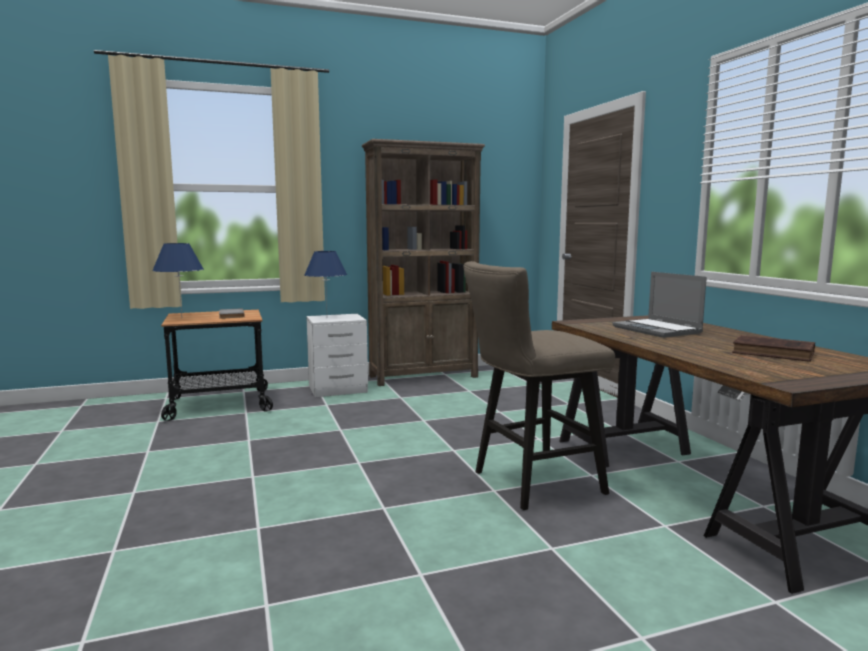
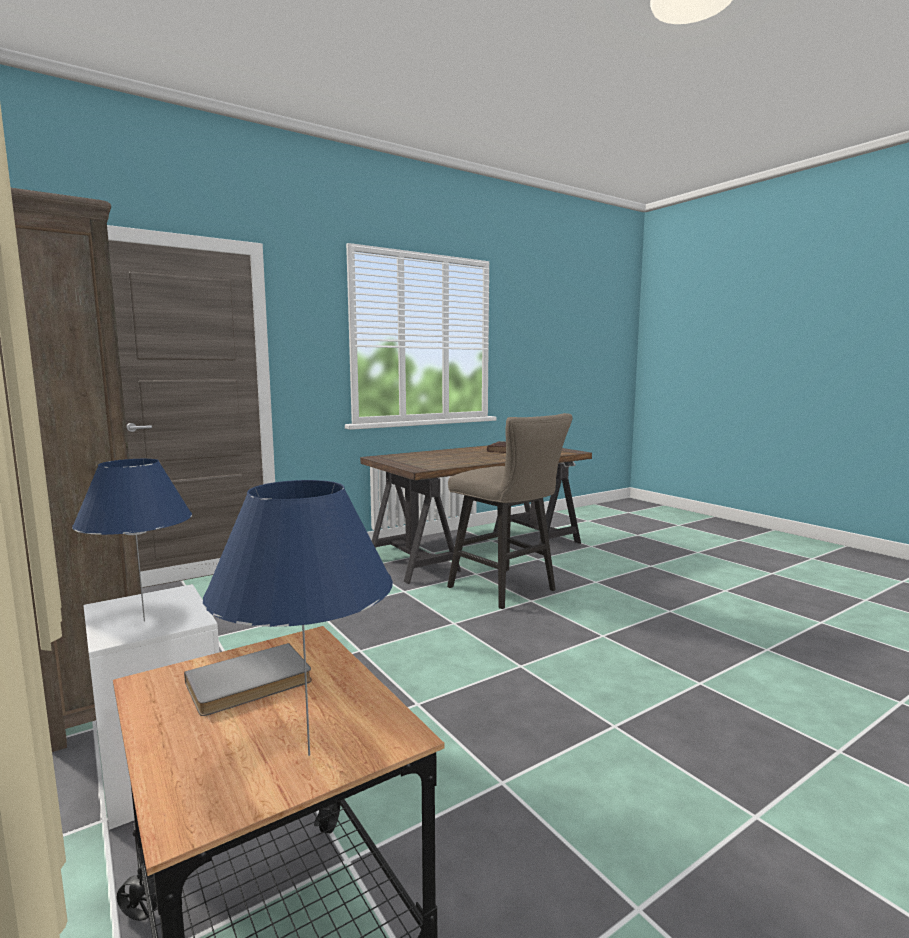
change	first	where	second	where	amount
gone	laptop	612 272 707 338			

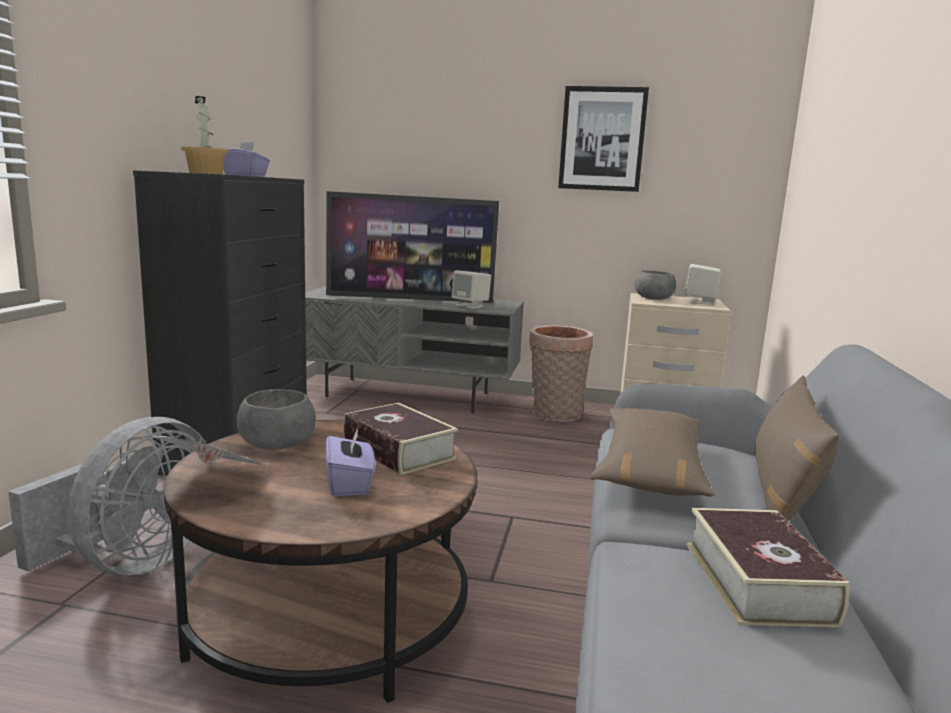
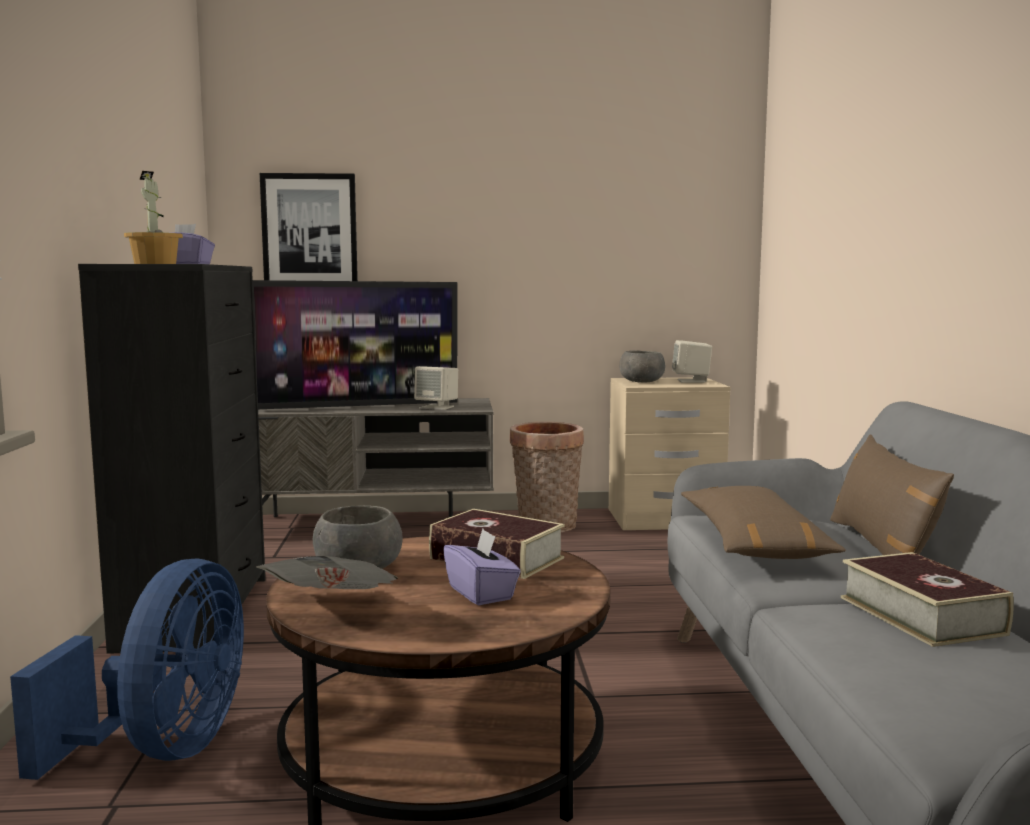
change	first	where	second	where	amount
repainted	grey fan	8 417 207 575	blue fan	10 558 244 780	
shifted	picture	558 86 649 192		260 173 358 281	

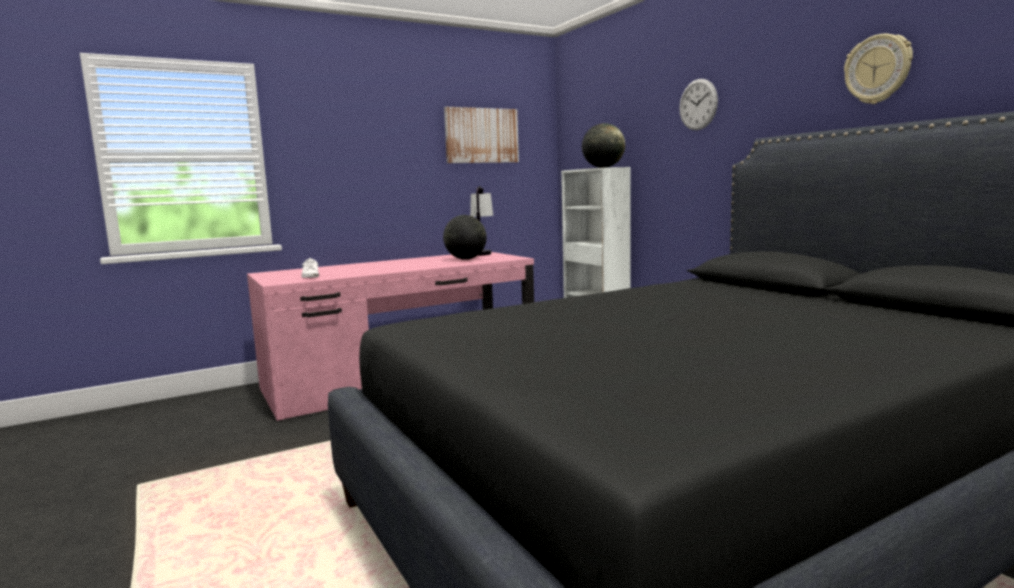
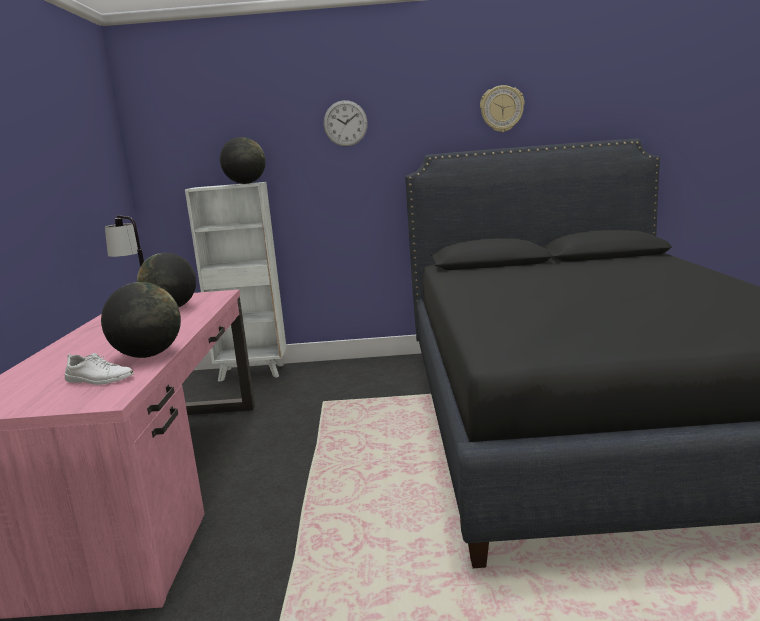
change	first	where	second	where	amount
new			globe	101 282 181 358	
gone	picture	444 107 519 163			

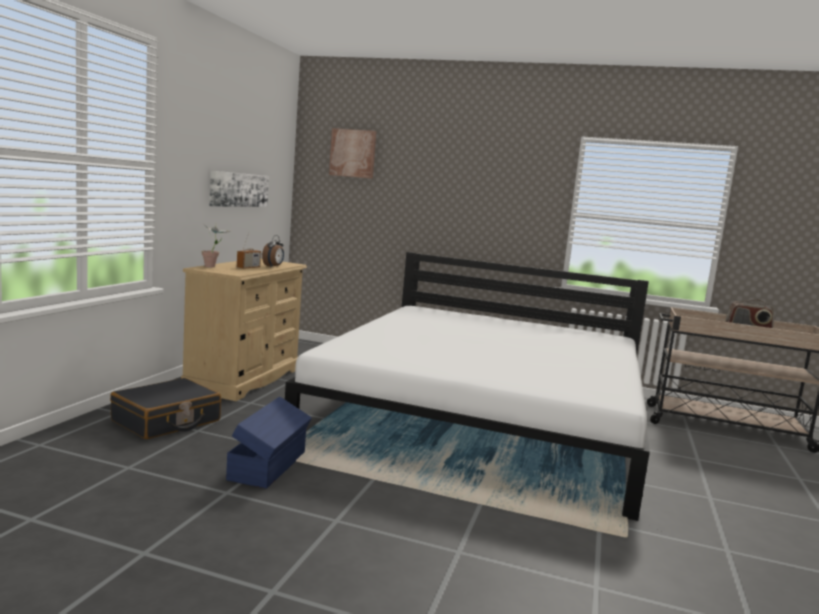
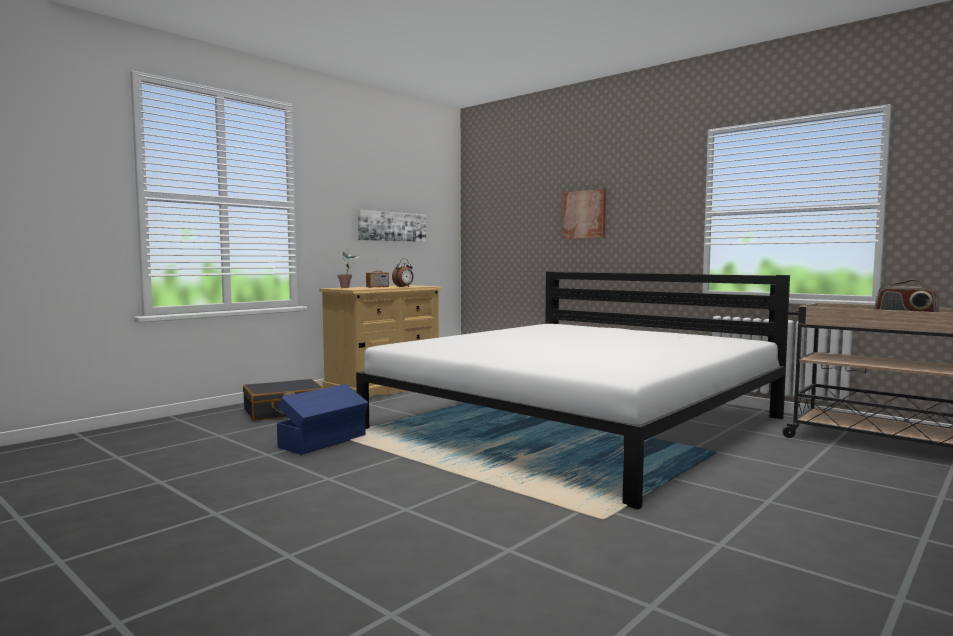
change	first	where	second	where	amount
shifted	picture	329 128 376 179		562 189 606 239	

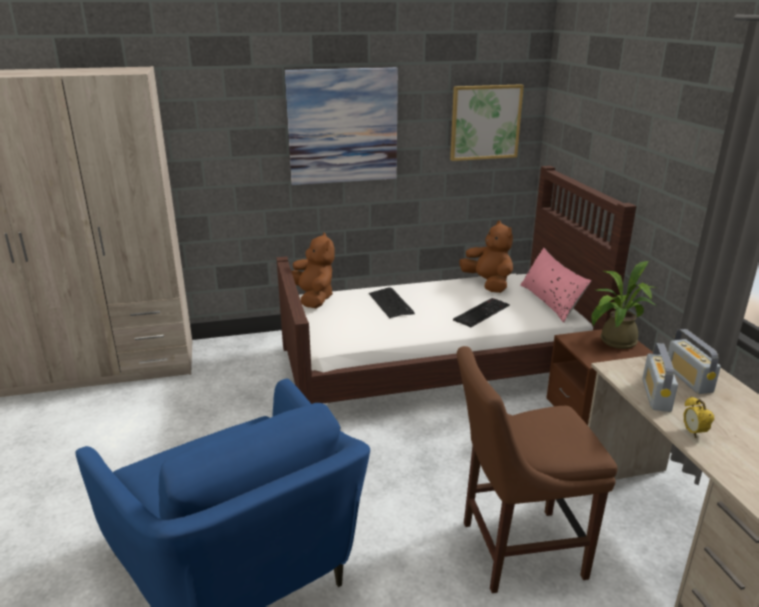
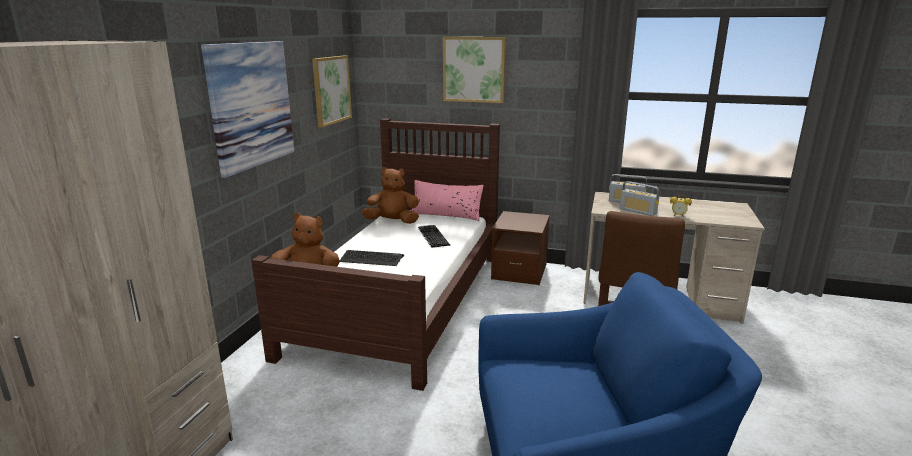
change	first	where	second	where	amount
new			picture	443 37 506 103	
gone	potted plant	591 261 656 349			

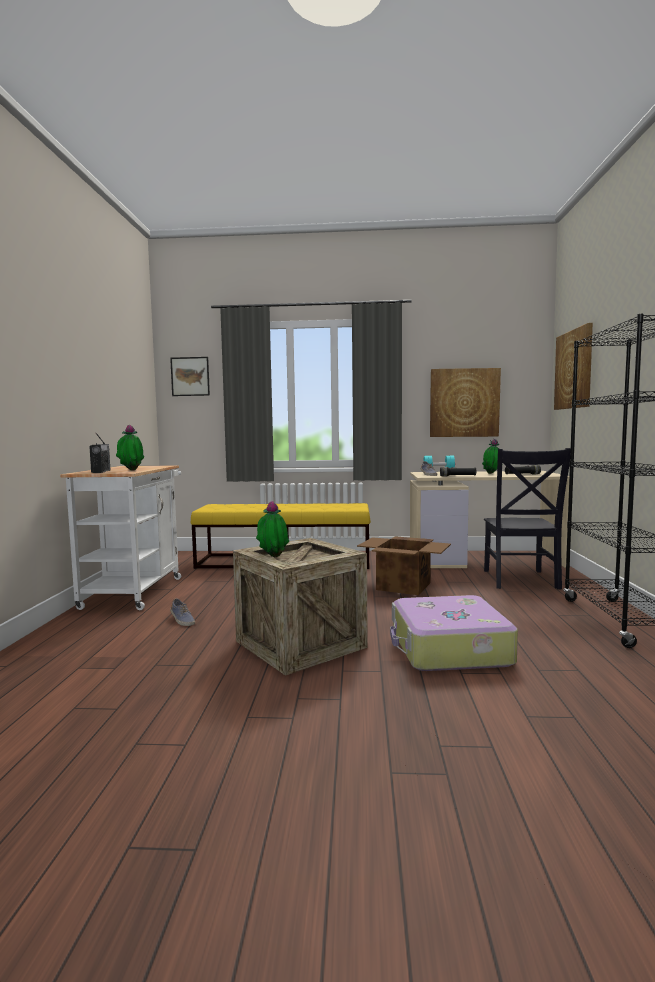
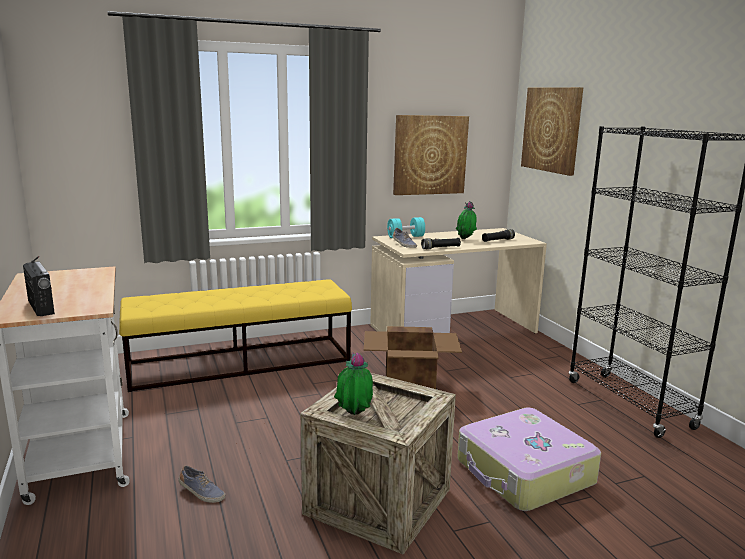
change	first	where	second	where	amount
gone	potted plant	116 425 144 471			
gone	picture	170 357 210 396			
gone	black chair	484 448 571 590			

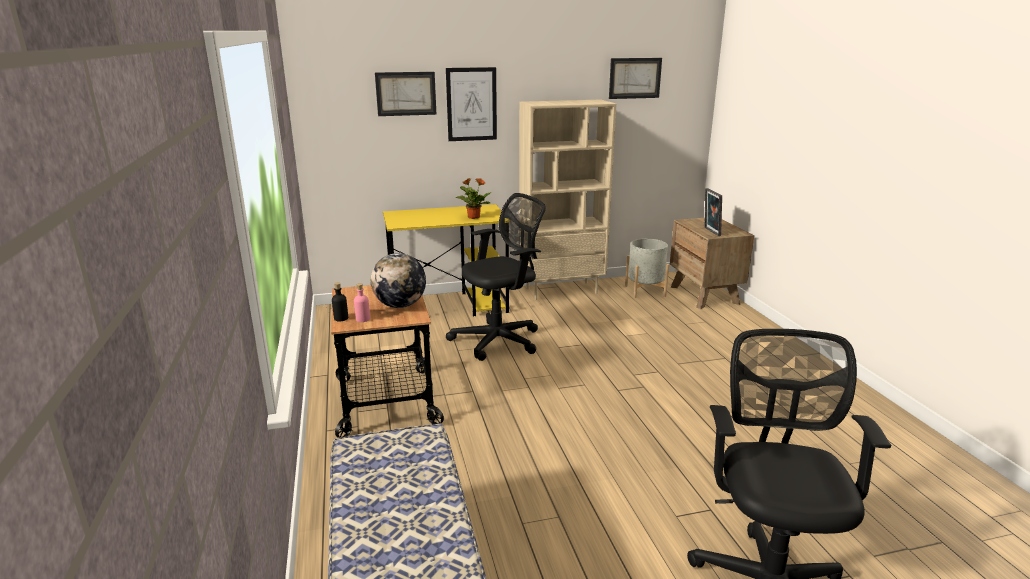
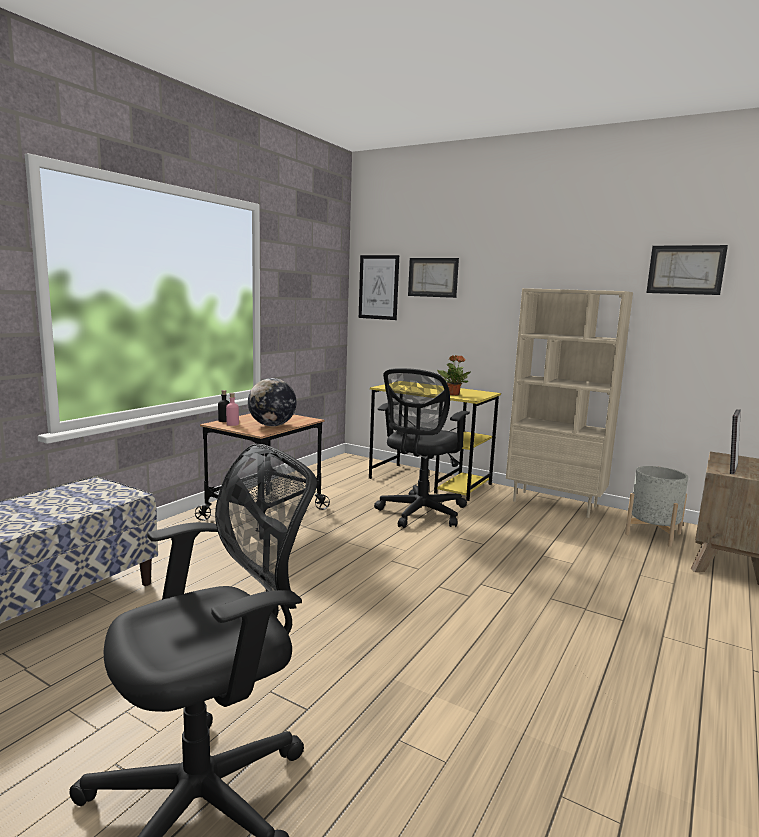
change	first	where	second	where	amount
shifted	picture	446 67 497 141		359 255 399 320	
rotated	black office chair	446 193 546 361		374 368 470 528	105 degrees clockwise

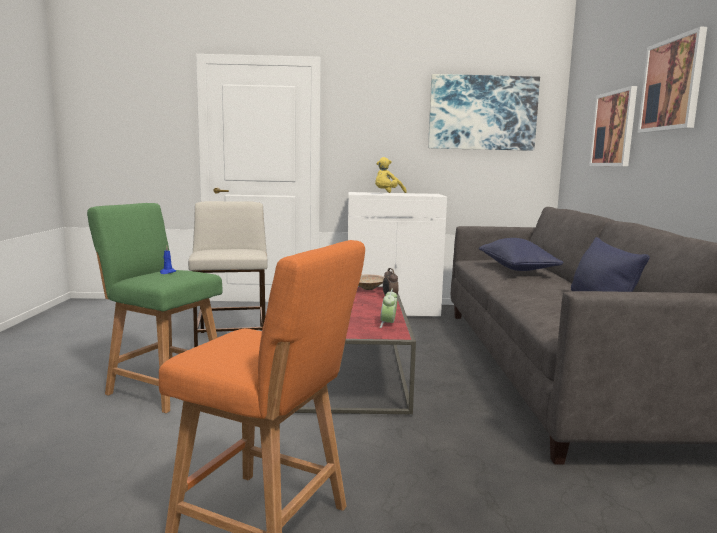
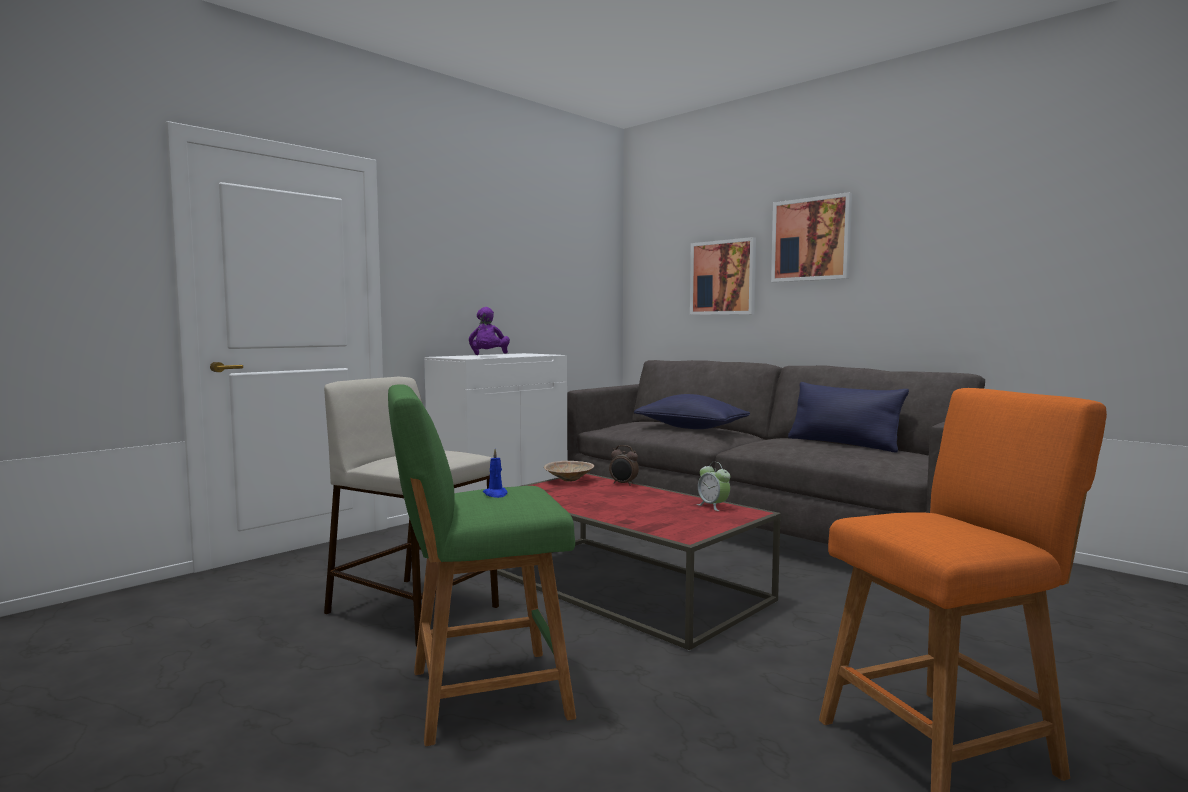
change	first	where	second	where	amount
repainted	yellow plush toy	375 157 407 193	purple plush toy	469 307 510 355	
gone	picture	428 74 540 151			

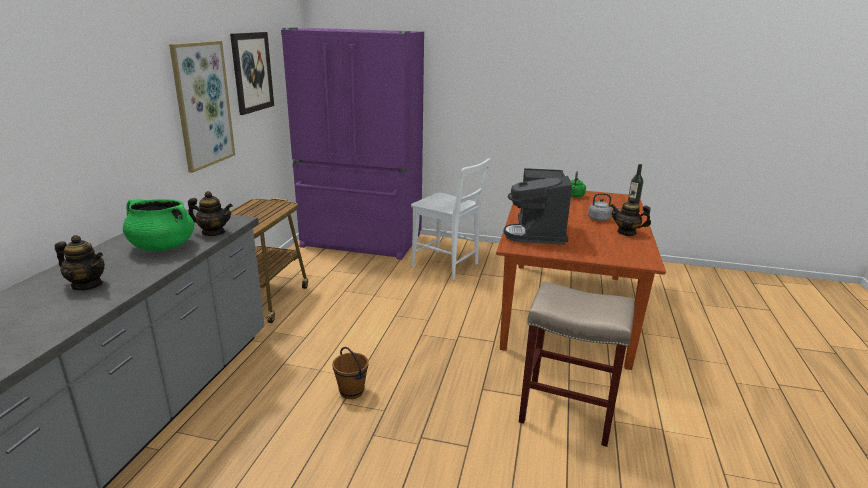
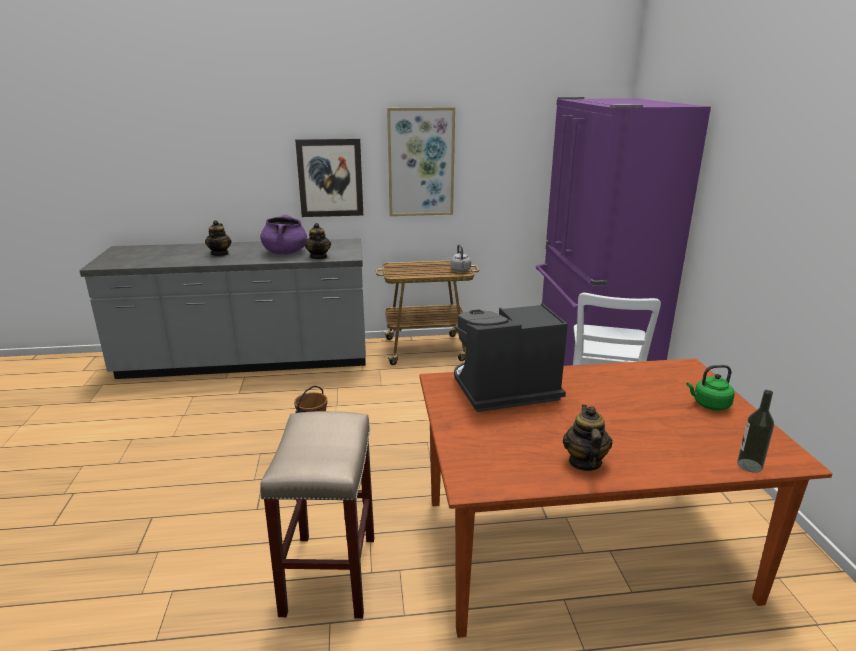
change	first	where	second	where	amount
repainted	green cooking pot	123 199 194 251	purple cooking pot	260 215 307 255	
shifted	picture	230 32 274 115		295 139 363 217	
shifted	grey kettle	588 193 620 221		450 245 471 272	

